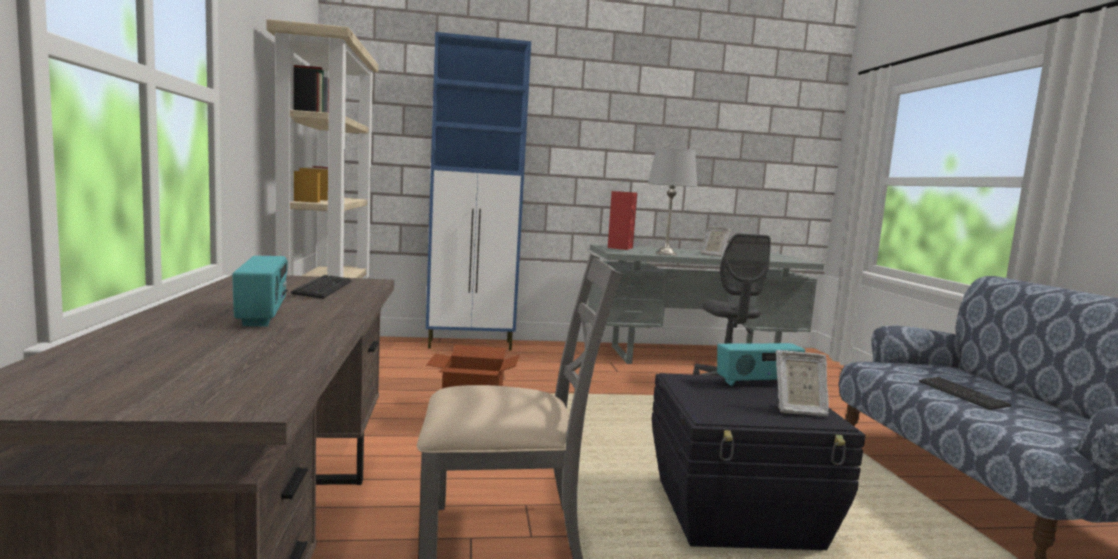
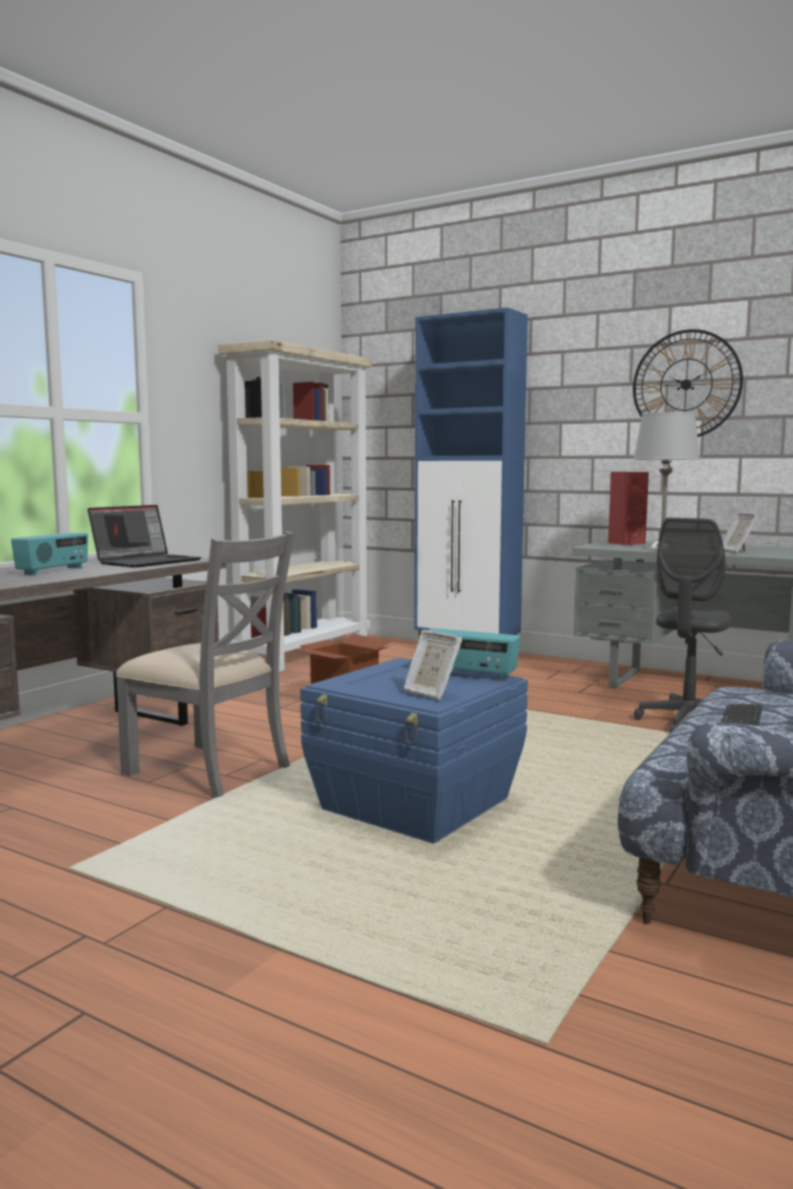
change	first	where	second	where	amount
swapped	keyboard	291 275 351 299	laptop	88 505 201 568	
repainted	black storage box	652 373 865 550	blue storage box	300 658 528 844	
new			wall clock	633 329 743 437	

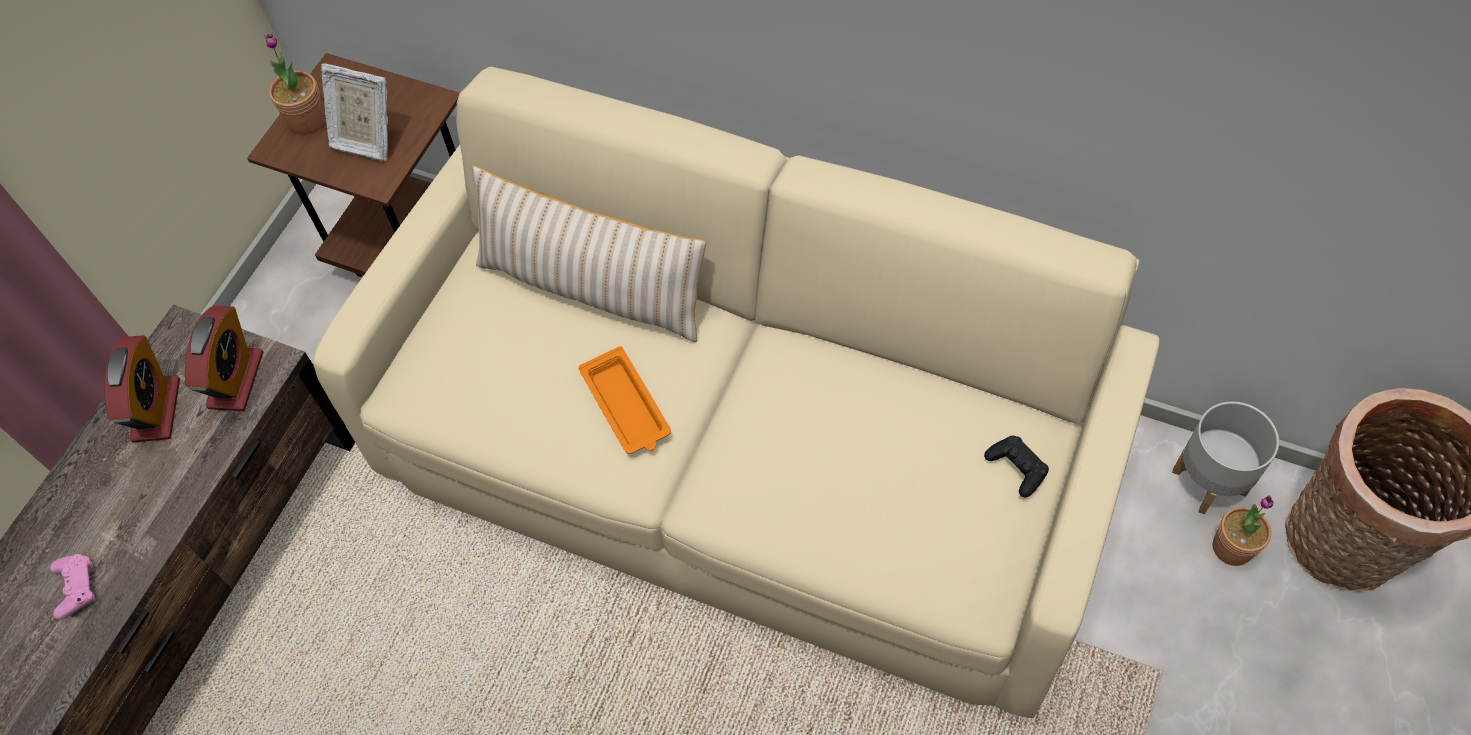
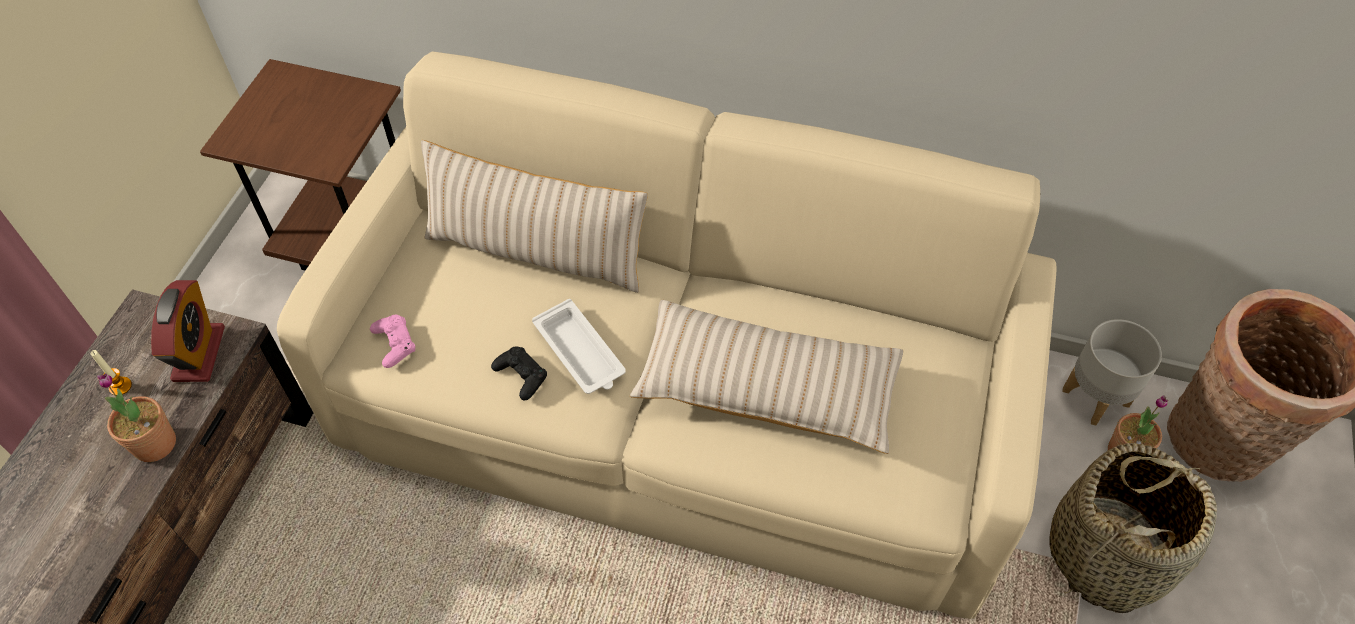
change	first	where	second	where	amount
swapped	alarm clock	104 335 180 443	candle	91 350 132 396	
shifted	potted plant	265 34 326 134		97 373 176 462	
shifted	pink game controller	50 554 96 620		370 315 415 368	
shifted	black game controller	984 435 1049 497		491 346 547 401	
repainted	orange tray	579 346 671 454	white tray	532 299 626 394	
new			beige pillow	630 300 903 454	
new			basket	1049 443 1217 613	
gone	picture frame	321 64 388 161			

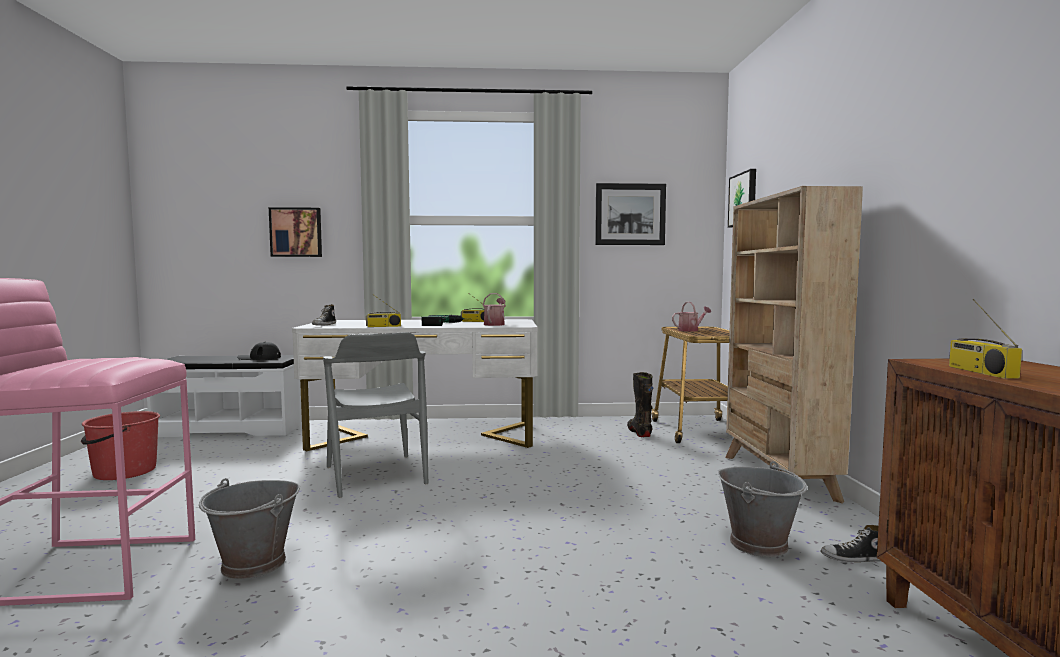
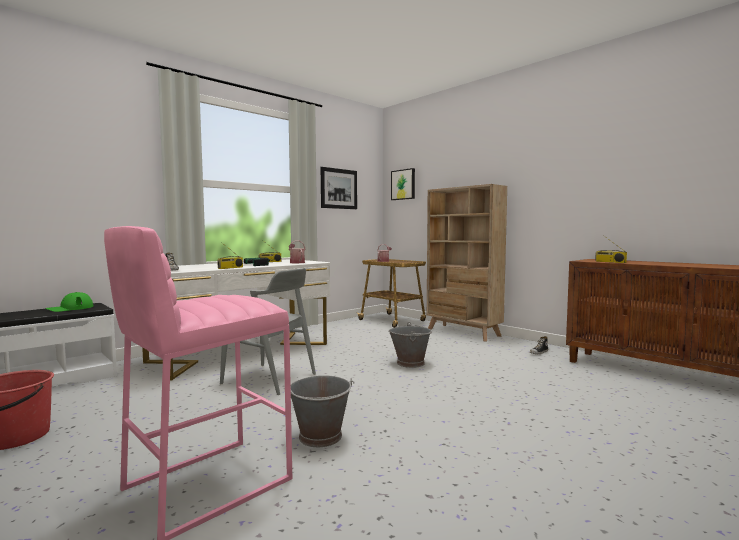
change	first	where	second	where	amount
repainted	black cap	237 342 281 360	green cap	46 292 93 312	
shifted	grey bucket	718 461 808 557		388 322 432 368	
gone	picture	269 207 322 257			
gone	black boot	627 372 653 437			

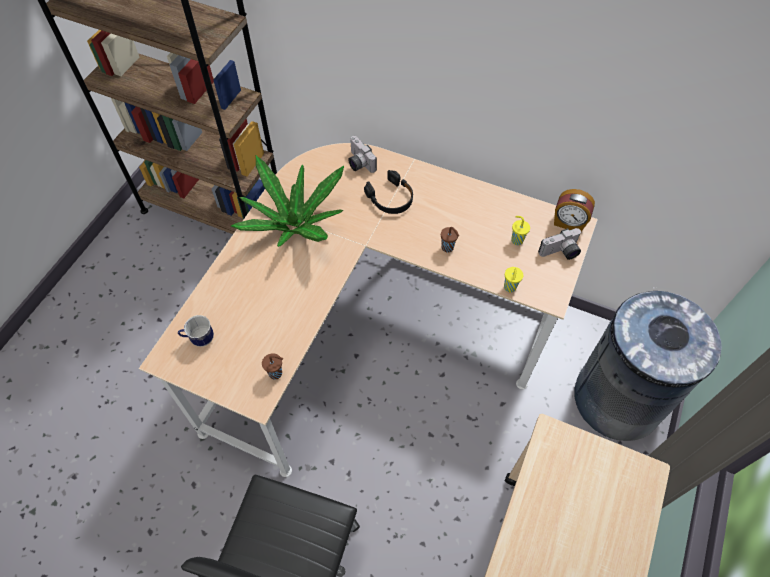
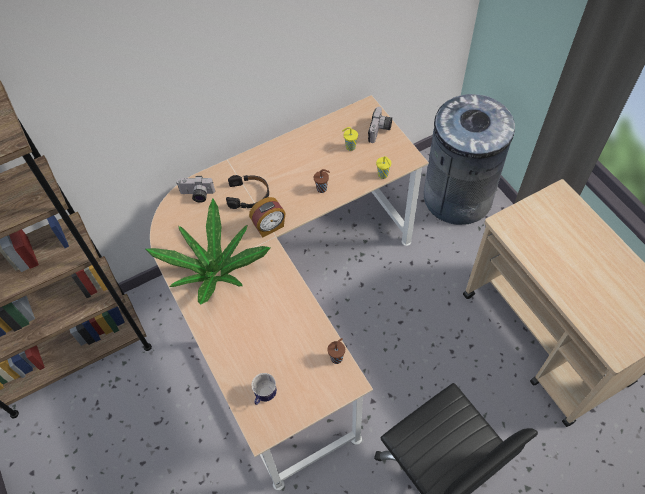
change	first	where	second	where	amount
shifted	alarm clock	554 189 595 231		249 197 286 237	

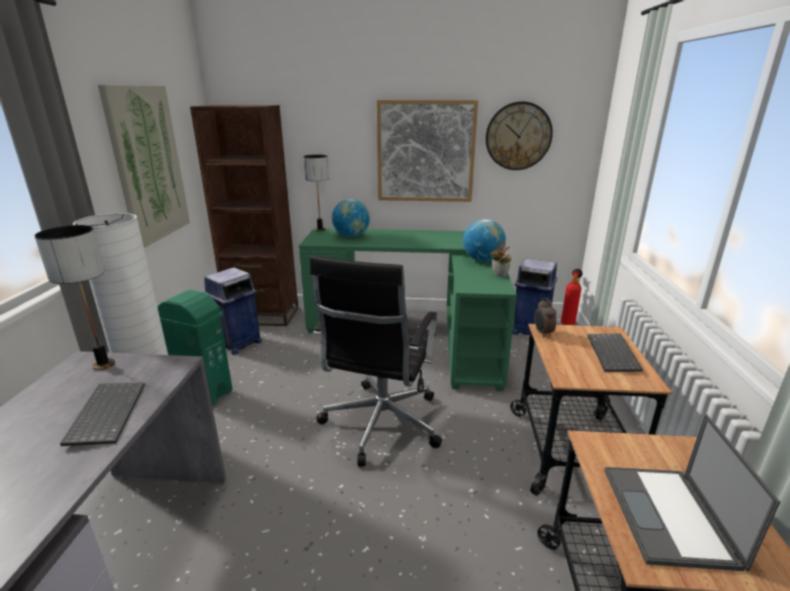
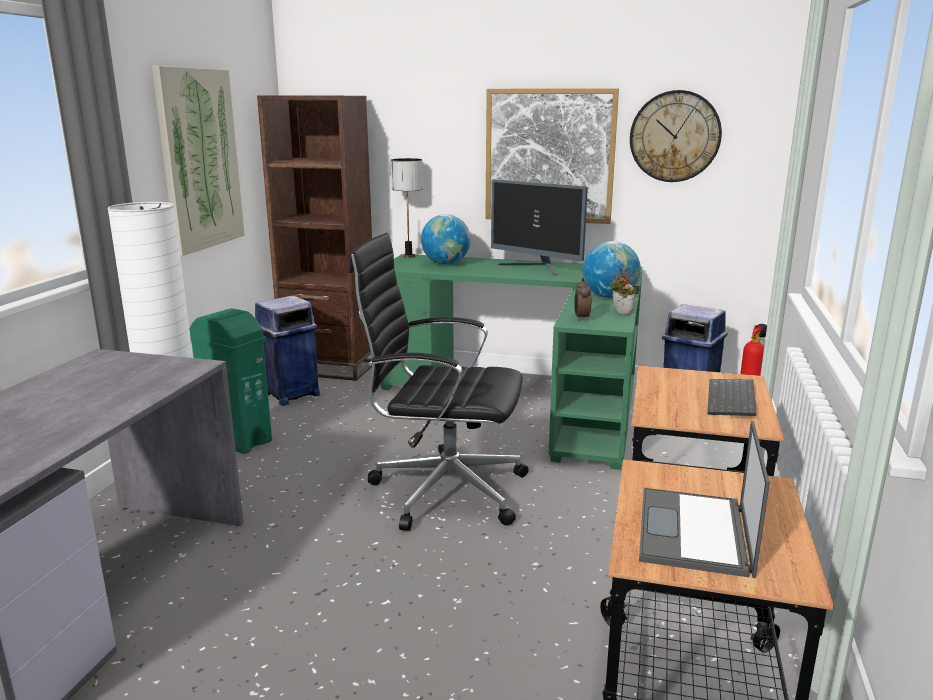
change	first	where	second	where	amount
rotated	black office chair	310 256 442 466		348 233 529 531	75 degrees clockwise
new			monitor	491 179 588 276	
shifted	alarm clock	535 298 556 337		574 277 591 321	
gone	table lamp	34 225 115 370			
gone	keyboard	60 383 145 446			

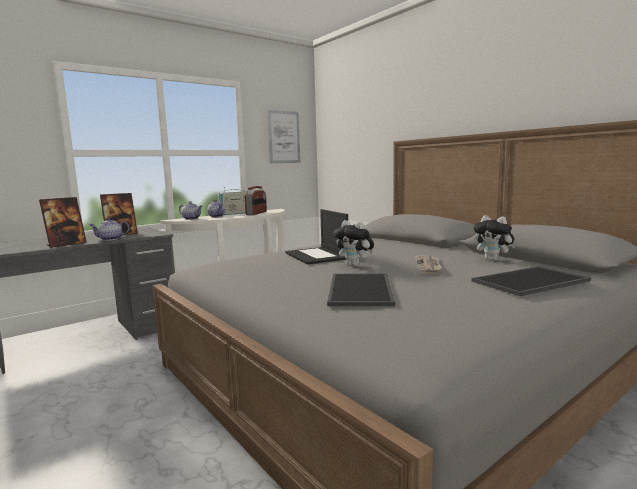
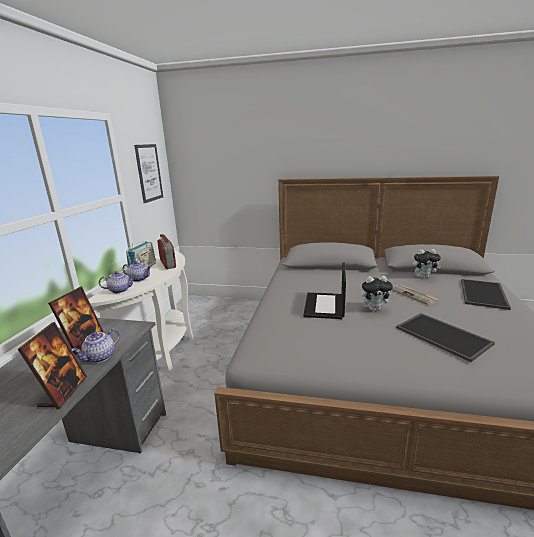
change	first	where	second	where	amount
rotated	laptop	286 209 348 264		303 263 346 319	75 degrees clockwise

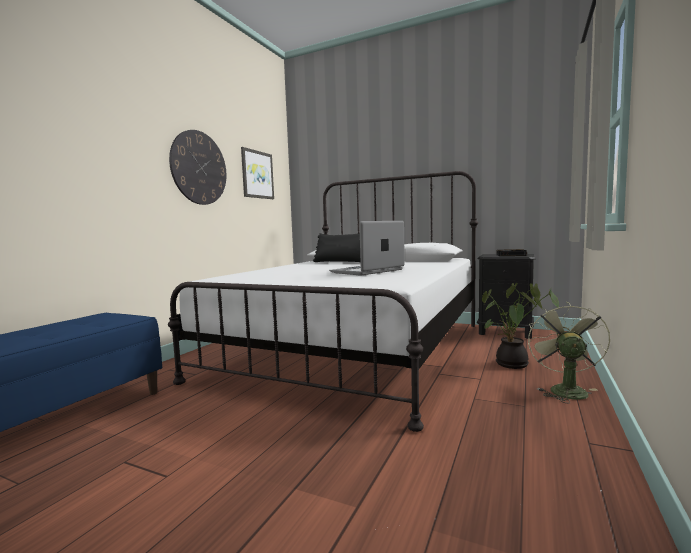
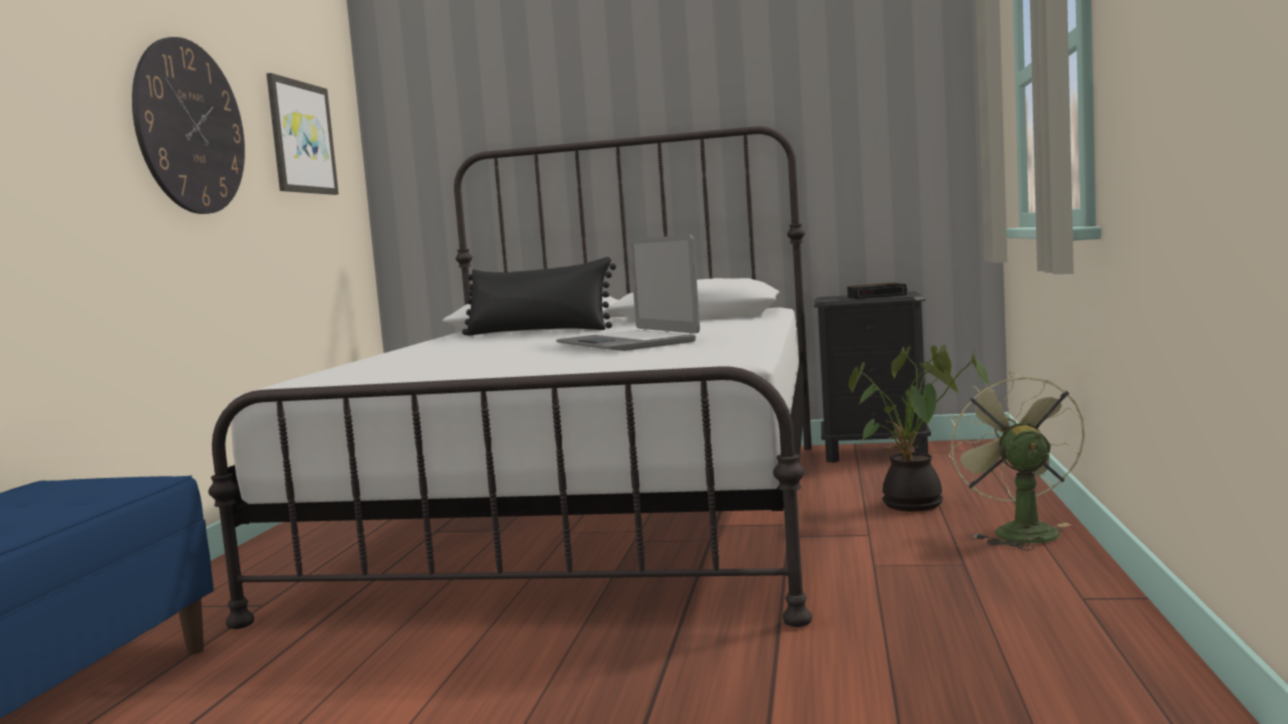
change	first	where	second	where	amount
rotated	laptop	329 221 405 276		556 235 700 351	60 degrees counterclockwise

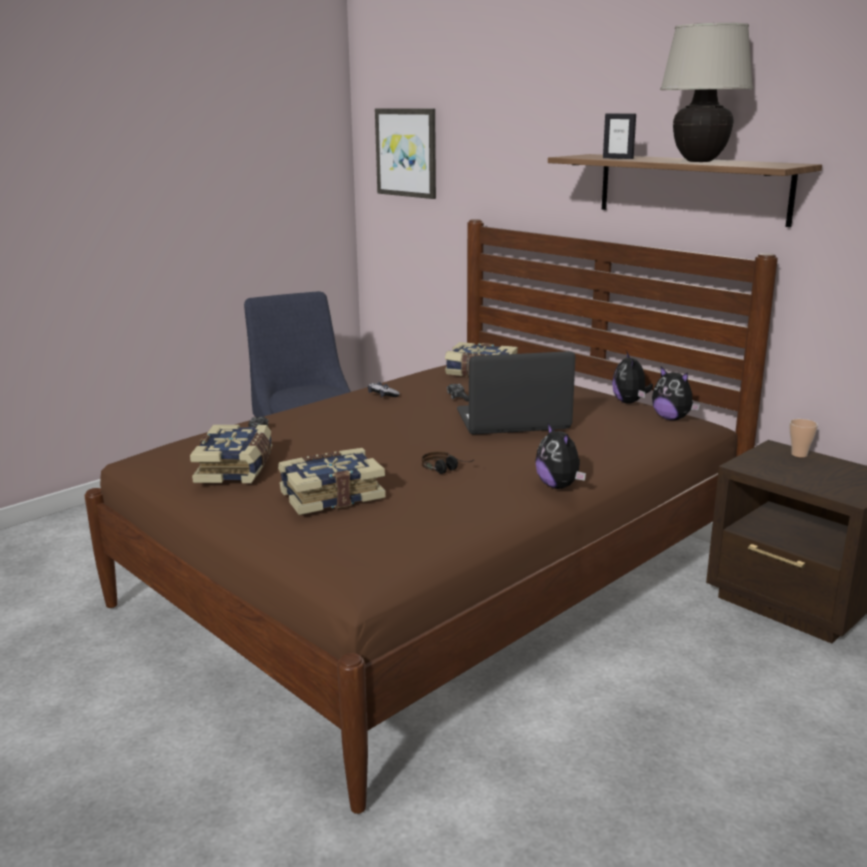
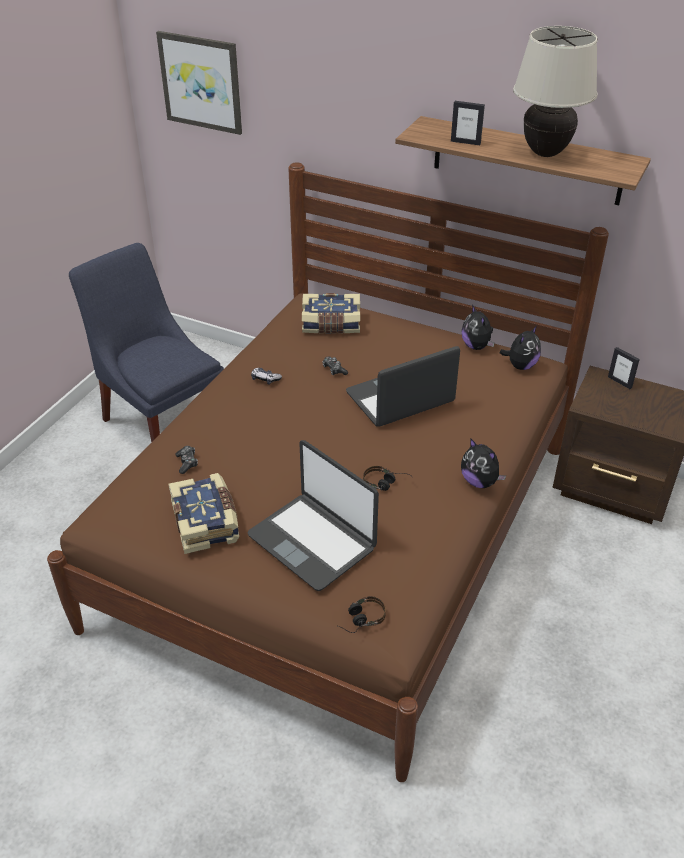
change	first	where	second	where	amount
swapped	book	278 448 386 515	laptop	247 440 379 591	
new			headphones	337 596 386 633	
rotated	plush toy	652 367 700 421		499 326 541 370	75 degrees counterclockwise
swapped	cup	789 419 818 457	picture frame	608 347 640 389	

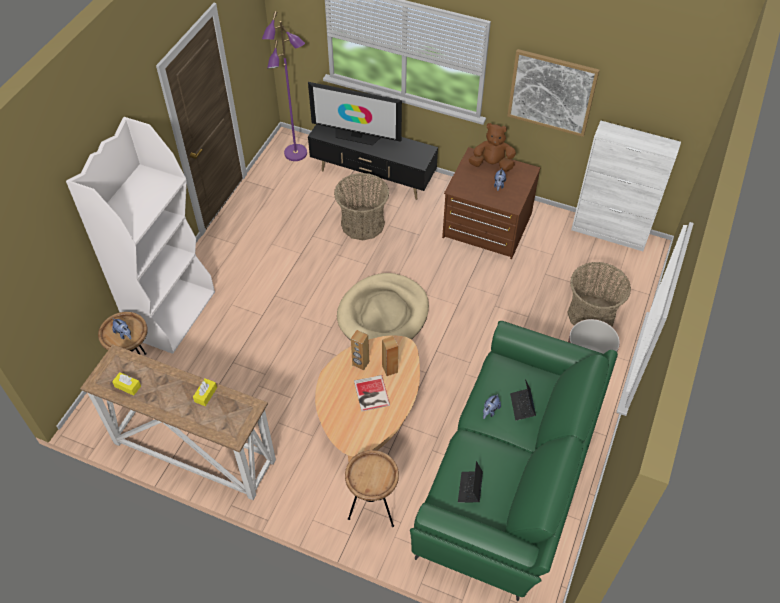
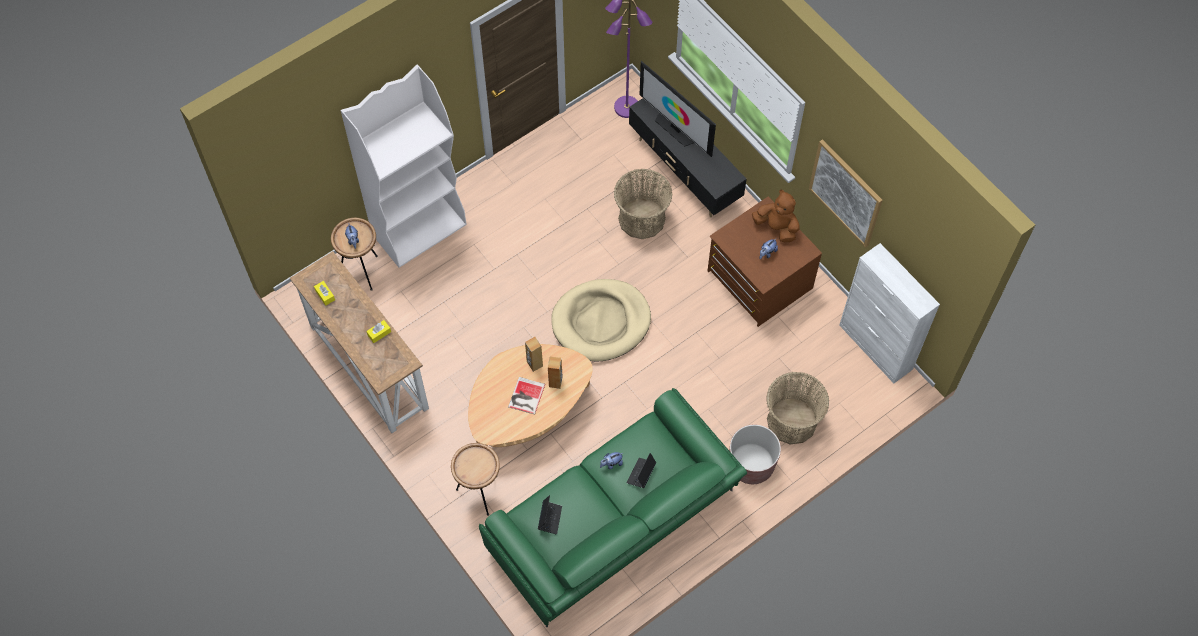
change	first	where	second	where	amount
rotated	laptop	458 461 483 502		538 495 562 535	150 degrees clockwise

